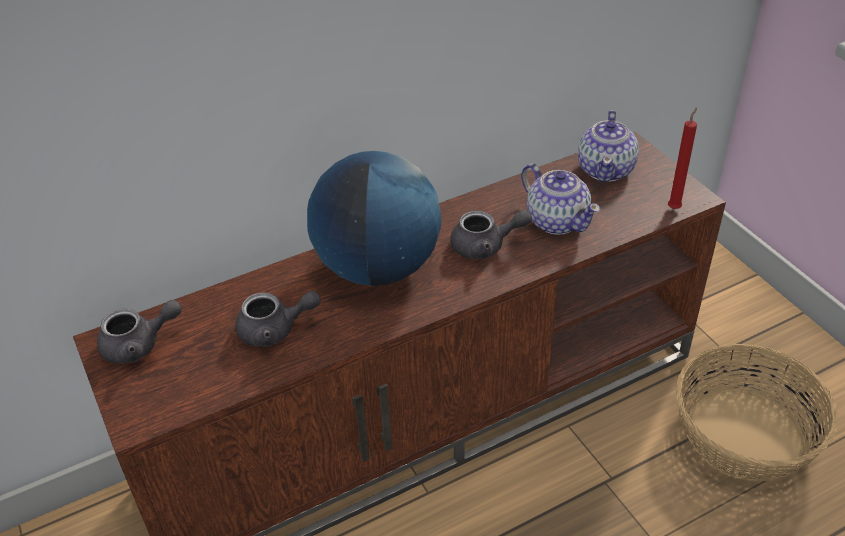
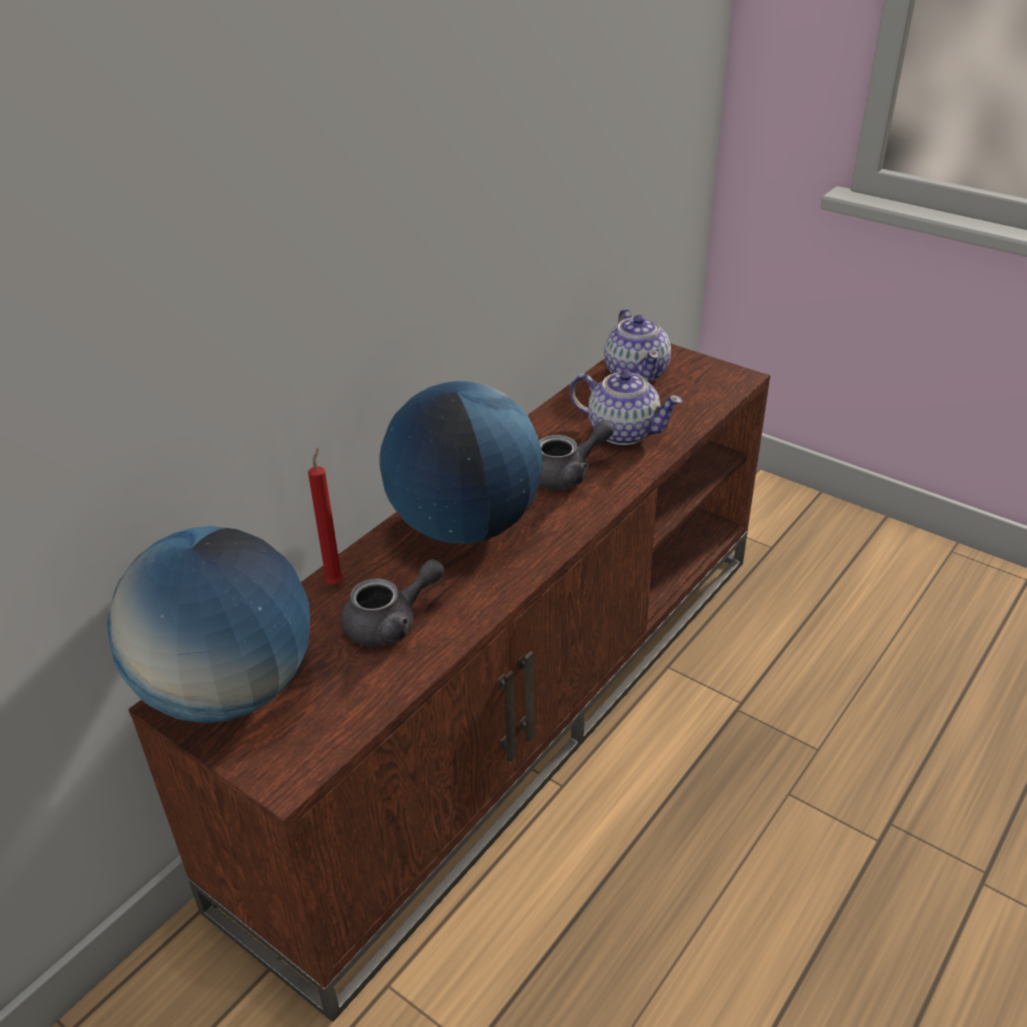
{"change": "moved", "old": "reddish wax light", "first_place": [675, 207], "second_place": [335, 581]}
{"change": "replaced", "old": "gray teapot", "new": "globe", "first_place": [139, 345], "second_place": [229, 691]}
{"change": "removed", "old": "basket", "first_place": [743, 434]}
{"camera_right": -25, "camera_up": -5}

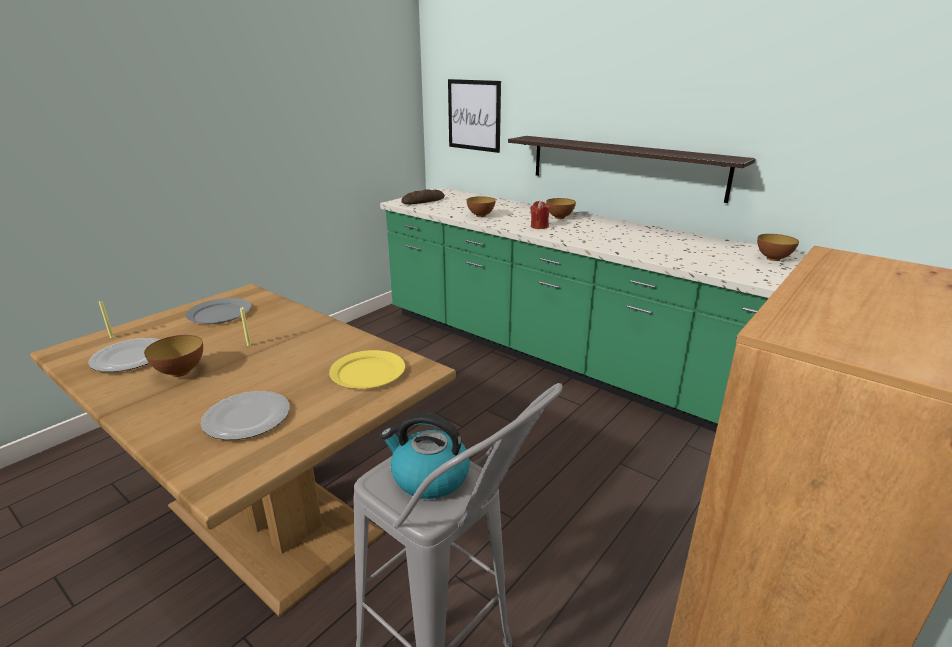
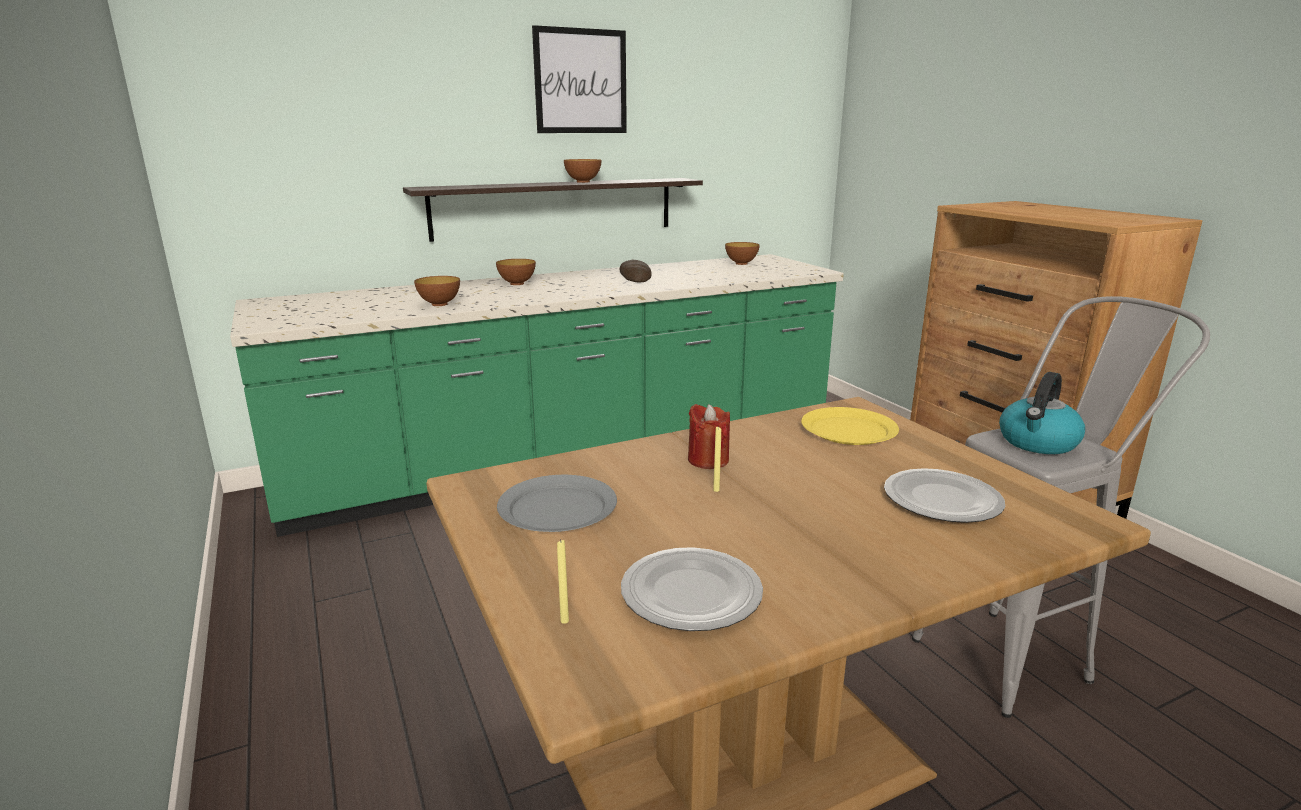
{"change": "moved", "old": "wall art", "first_place": [474, 115], "second_place": [581, 81]}
{"change": "moved", "old": "baked bread", "first_place": [423, 201], "second_place": [635, 276]}
{"change": "moved", "old": "reddish wax light", "first_place": [539, 226], "second_place": [708, 460]}
{"change": "moved", "old": "bowl", "first_place": [180, 372], "second_place": [583, 182]}
{"camera_right": -65, "camera_up": -5}

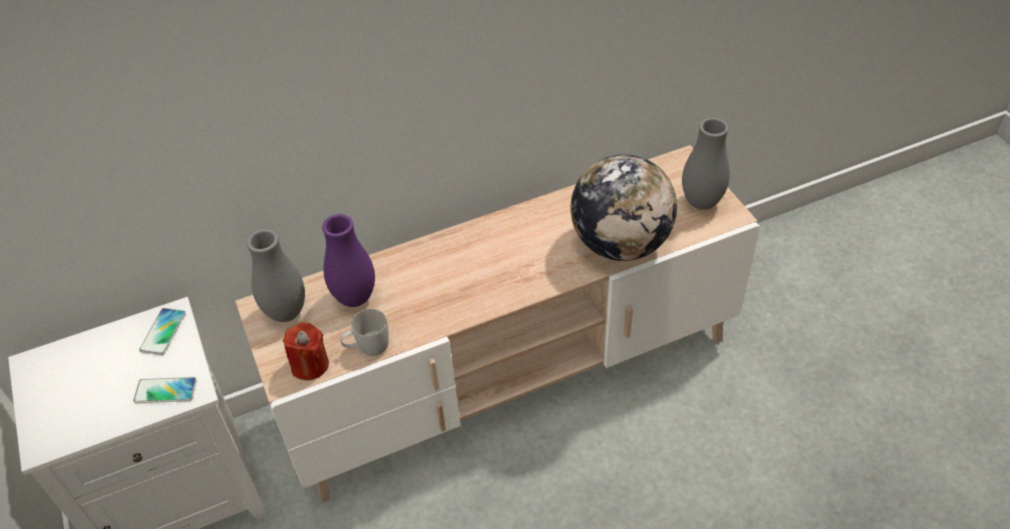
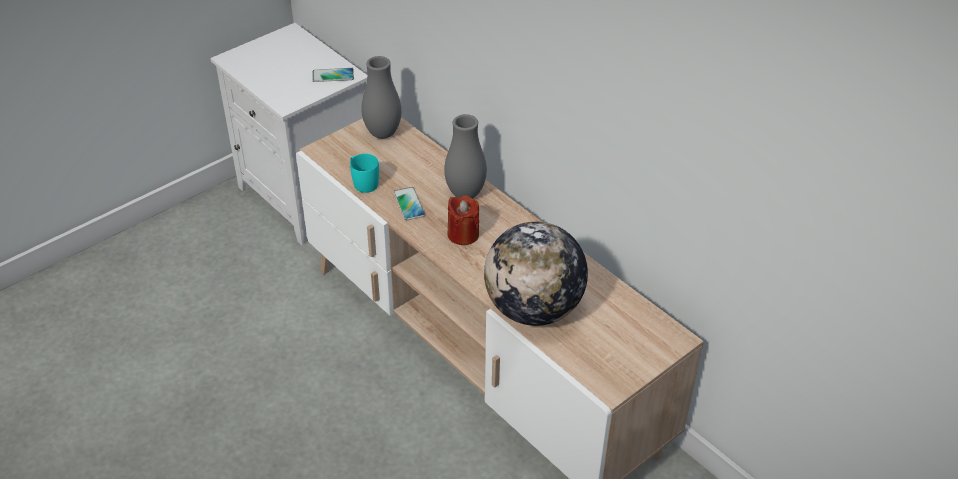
{"change": "moved", "old": "gray flower vase", "first_place": [701, 202], "second_place": [465, 194]}
{"change": "removed", "old": "purplish flower vase", "first_place": [355, 298]}
{"change": "recoloured", "old": "whitish coffee mug", "new": "turquoise-coloured coffee mug", "first_place": [367, 346], "second_place": [363, 182]}
{"change": "moved", "old": "reddish wax light", "first_place": [310, 365], "second_place": [463, 234]}
{"change": "moved", "old": "phone", "first_place": [165, 391], "second_place": [409, 204]}
{"camera_right": 70, "camera_up": -5}

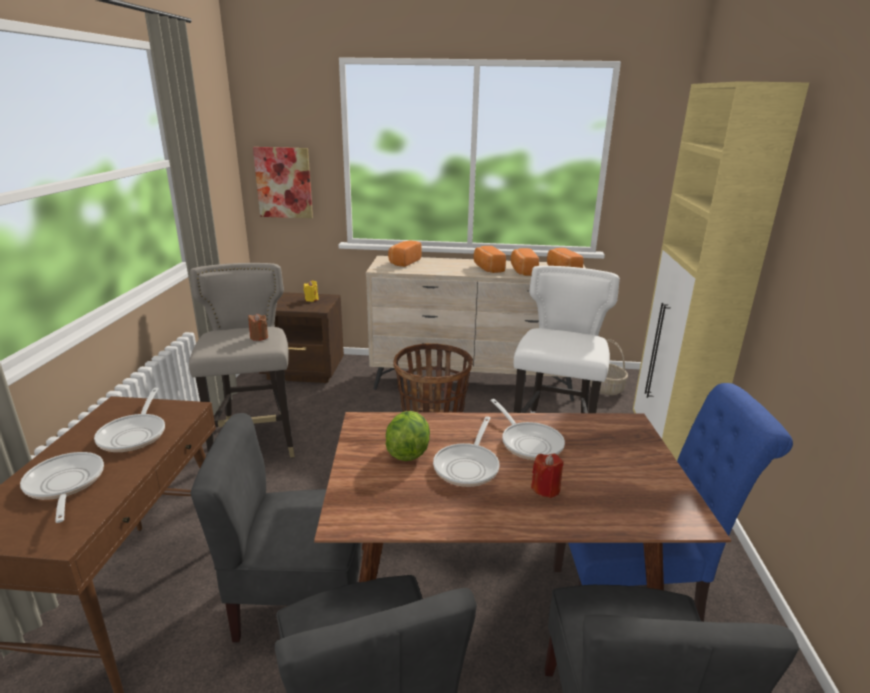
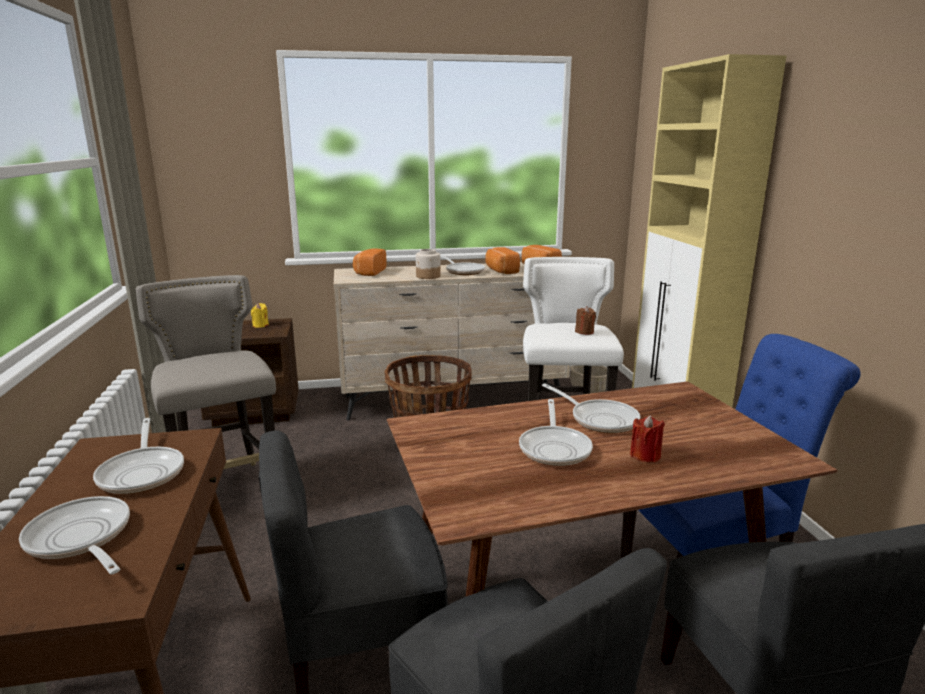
{"change": "removed", "old": "wall art", "first_place": [284, 183]}
{"change": "replaced", "old": "baked bread", "new": "skillet", "first_place": [487, 268], "second_place": [463, 271]}
{"change": "moved", "old": "brownish wax light", "first_place": [259, 337], "second_place": [584, 332]}
{"change": "removed", "old": "lettuce", "first_place": [408, 452]}
{"change": "added", "new": "jar", "second_place": [428, 276]}
{"camera_right": -15, "camera_up": -5}

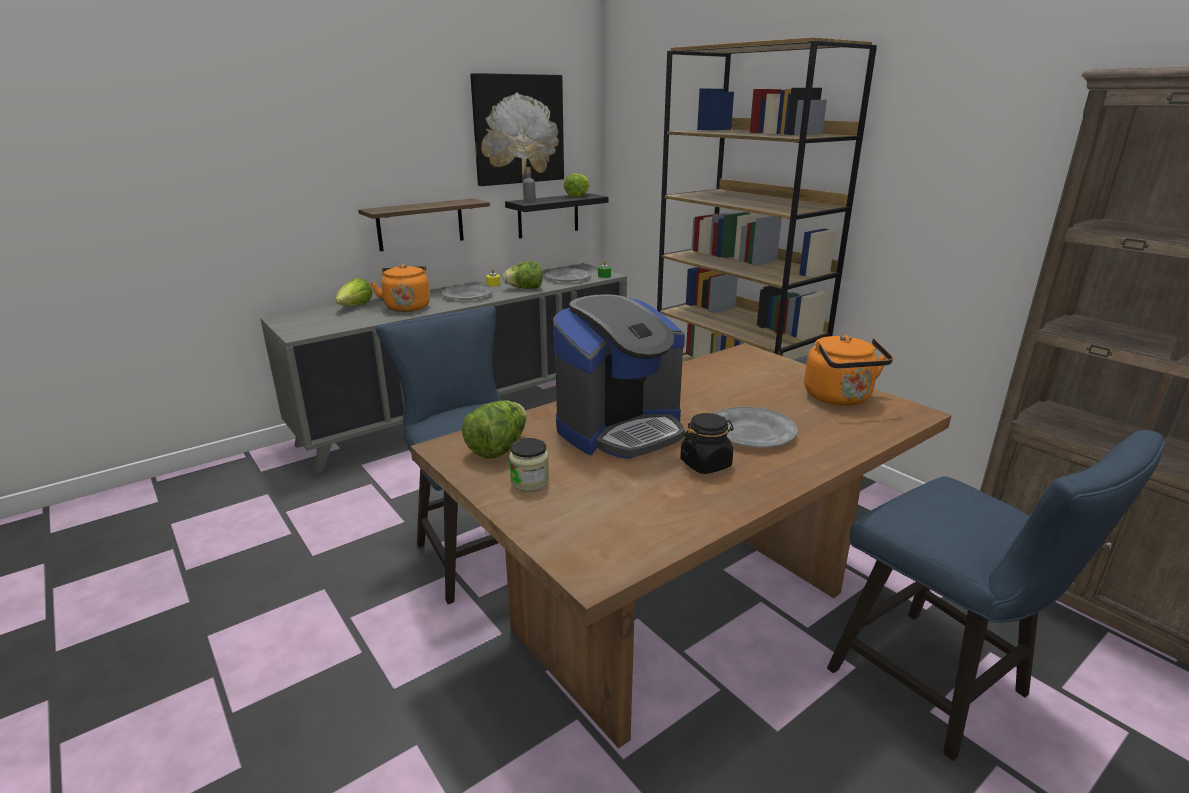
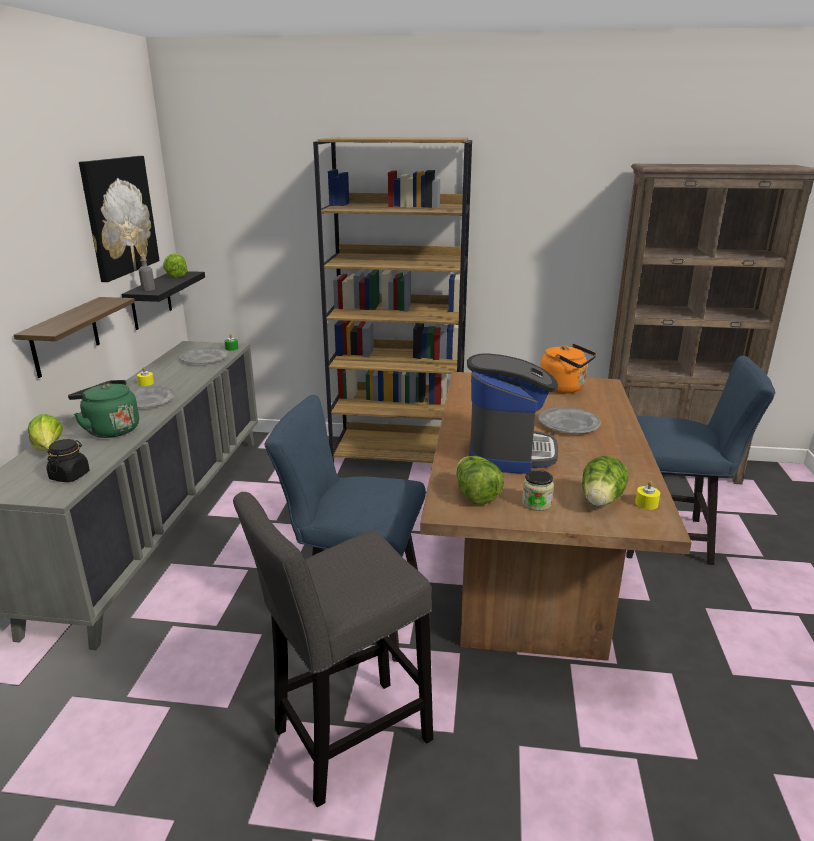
{"change": "moved", "old": "lettuce", "first_place": [524, 289], "second_place": [601, 501]}
{"change": "recoloured", "old": "orangey kettle", "new": "green kettle", "first_place": [407, 307], "second_place": [110, 430]}
{"change": "moved", "old": "black jar", "first_place": [706, 464], "second_place": [70, 476]}
{"change": "added", "new": "yellow-coloured wax light", "second_place": [646, 503]}
{"change": "added", "new": "gray sitting stool", "second_place": [345, 740]}
{"camera_right": -45, "camera_up": 0}

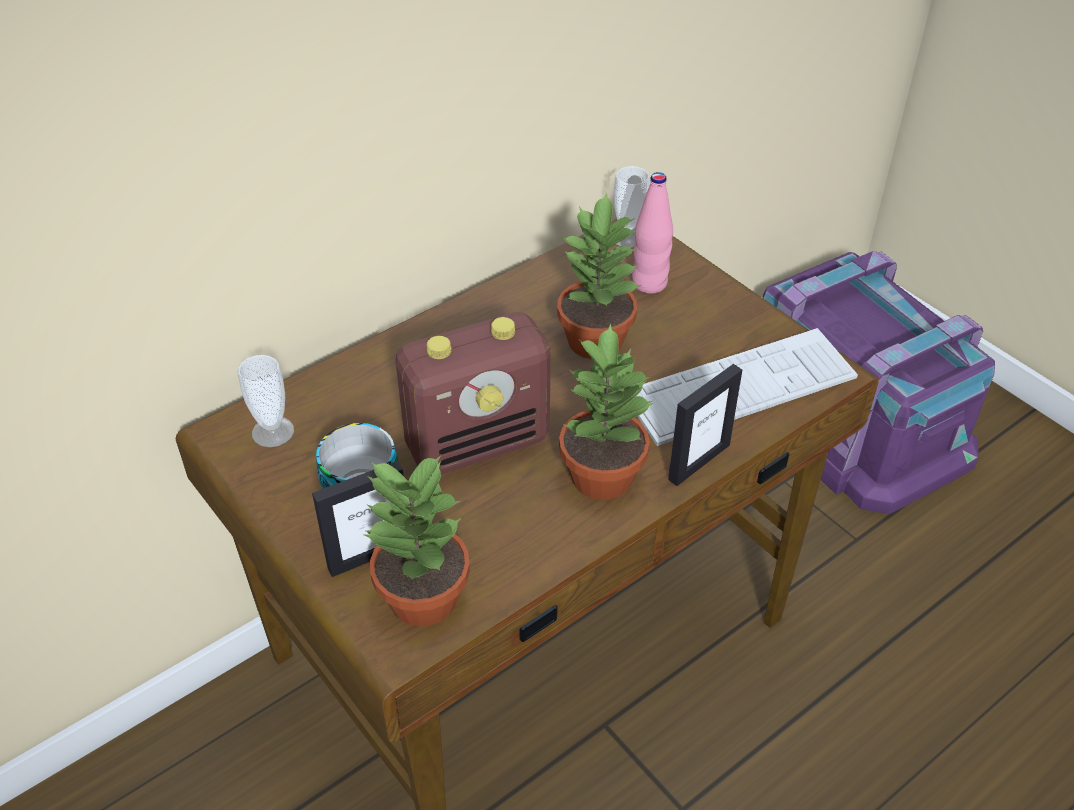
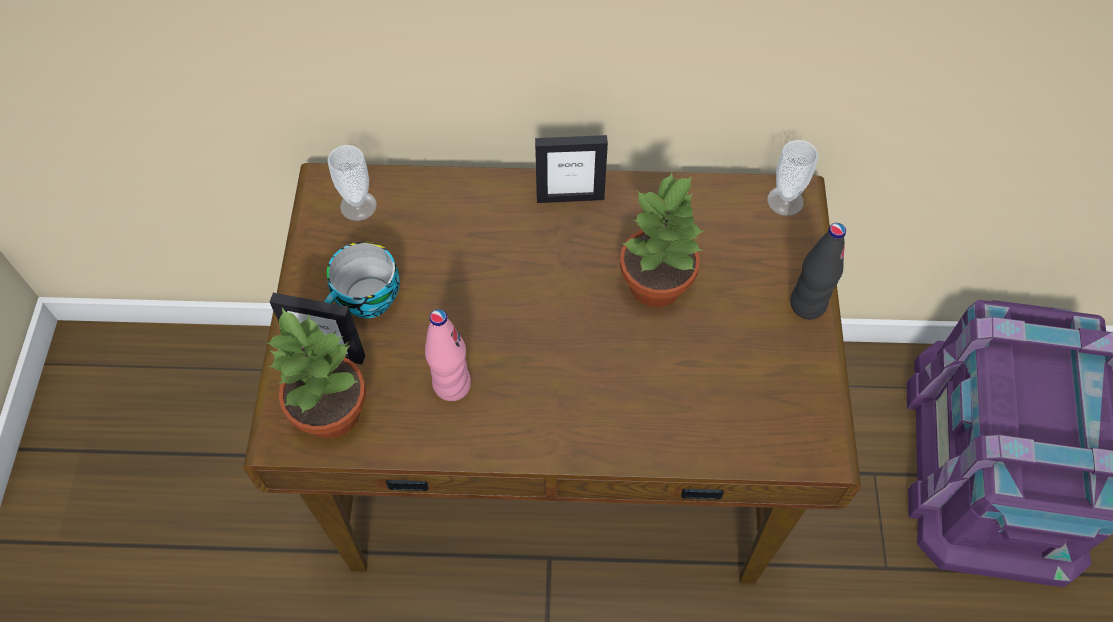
{"change": "moved", "old": "pinkish drink bottle", "first_place": [649, 283], "second_place": [452, 385]}
{"change": "removed", "old": "radio receiver", "first_place": [479, 442]}
{"change": "removed", "old": "houseplant", "first_place": [601, 475]}
{"change": "removed", "old": "PC keyboard", "first_place": [740, 387]}
{"change": "moved", "old": "standing frame", "first_place": [698, 462], "second_place": [570, 197]}
{"change": "added", "new": "black drink bottle", "second_place": [807, 304]}
{"camera_right": 40, "camera_up": 15}

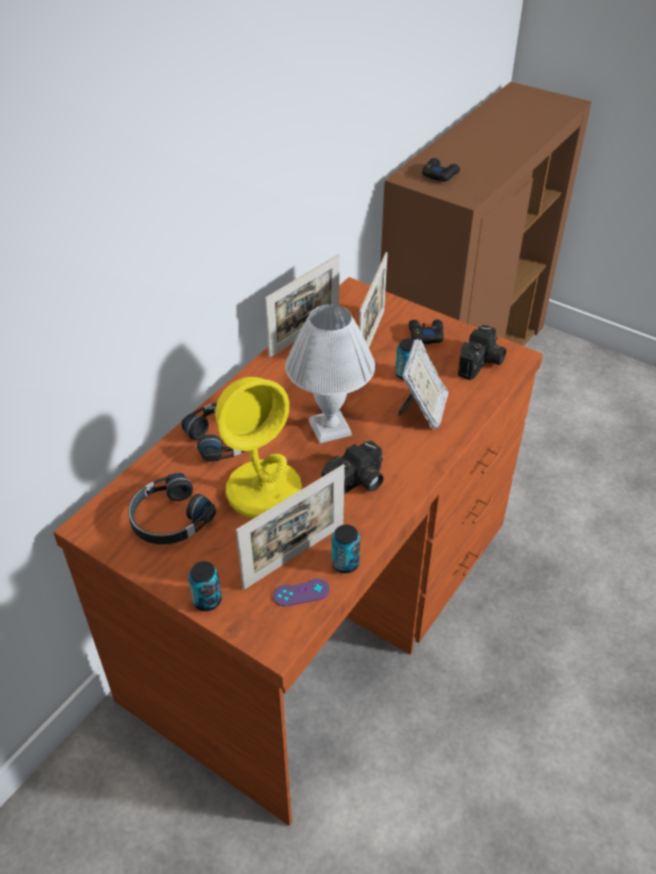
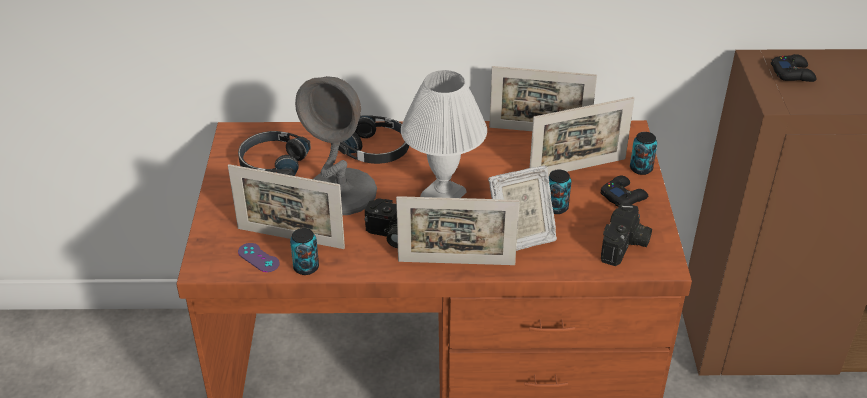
{"change": "turned", "old": "photo camera", "first_place": [481, 364], "second_place": [625, 246], "degrees": -60}
{"change": "recoloured", "old": "yellow-coloured table lamp", "new": "gray table lamp", "first_place": [264, 490], "second_place": [342, 193]}
{"change": "moved", "old": "sealed can", "first_place": [207, 600], "second_place": [641, 168]}
{"change": "added", "new": "standing frame", "second_place": [456, 263]}
{"camera_right": 55, "camera_up": -5}

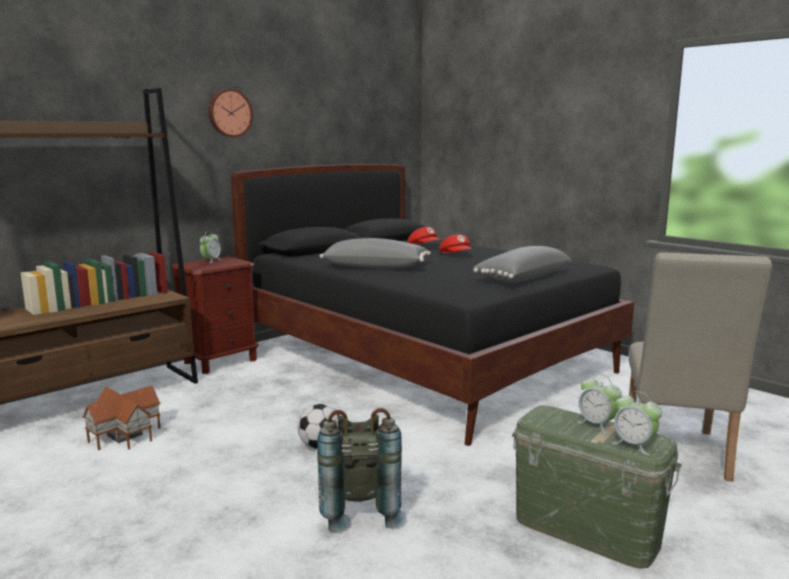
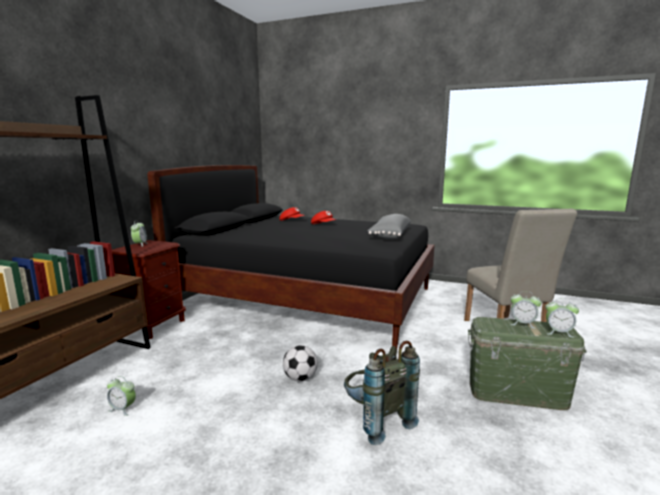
{"change": "removed", "old": "hanging clock", "first_place": [229, 113]}
{"change": "removed", "old": "gray pillow", "first_place": [376, 267]}
{"change": "replaced", "old": "toy house", "new": "alarm clock", "first_place": [126, 435], "second_place": [123, 409]}
{"camera_right": -25, "camera_up": 0}

